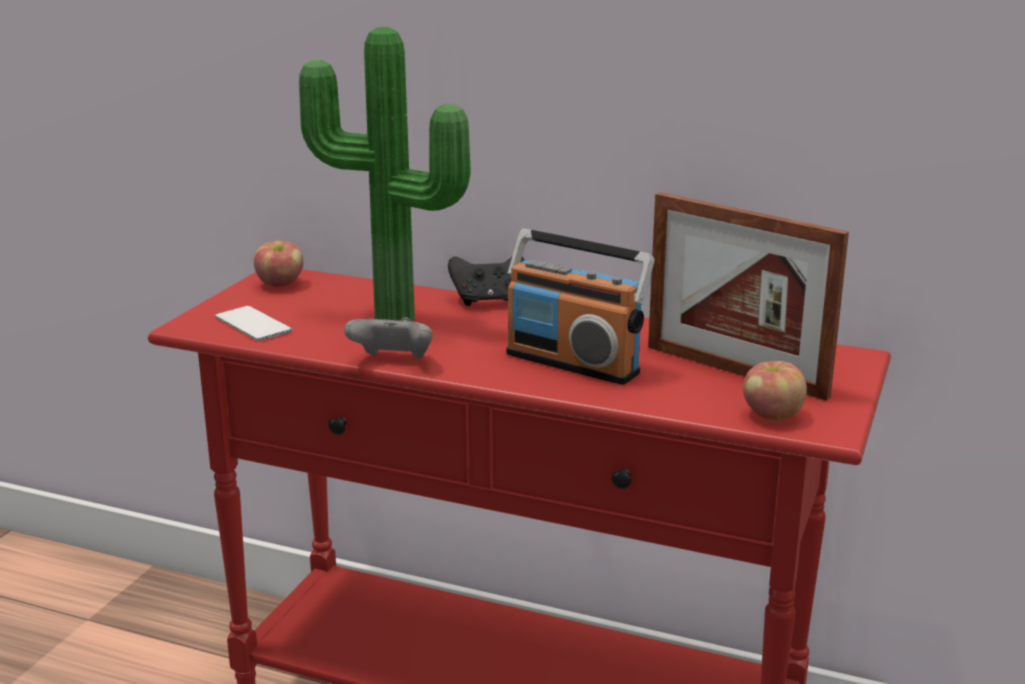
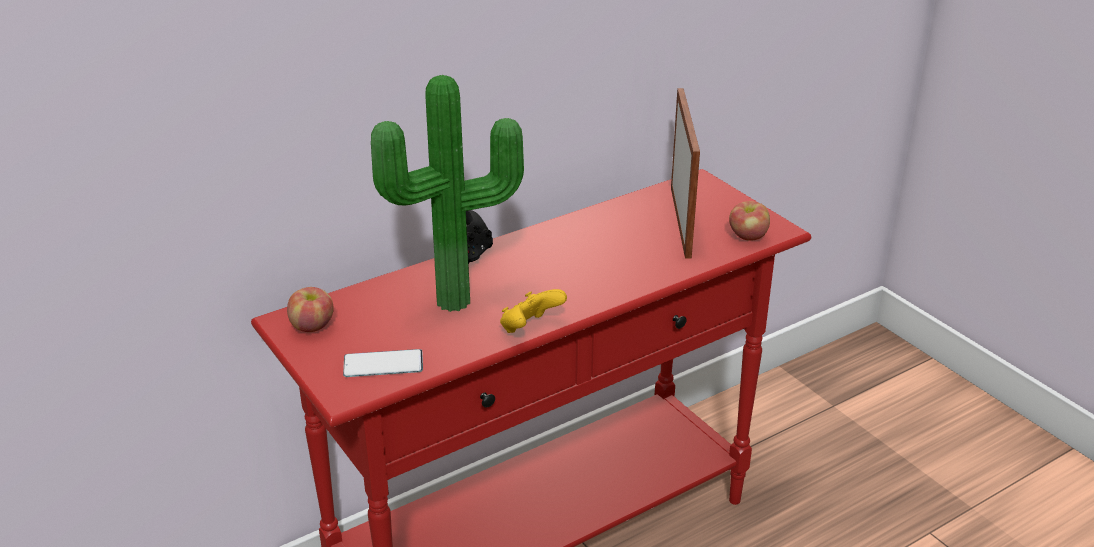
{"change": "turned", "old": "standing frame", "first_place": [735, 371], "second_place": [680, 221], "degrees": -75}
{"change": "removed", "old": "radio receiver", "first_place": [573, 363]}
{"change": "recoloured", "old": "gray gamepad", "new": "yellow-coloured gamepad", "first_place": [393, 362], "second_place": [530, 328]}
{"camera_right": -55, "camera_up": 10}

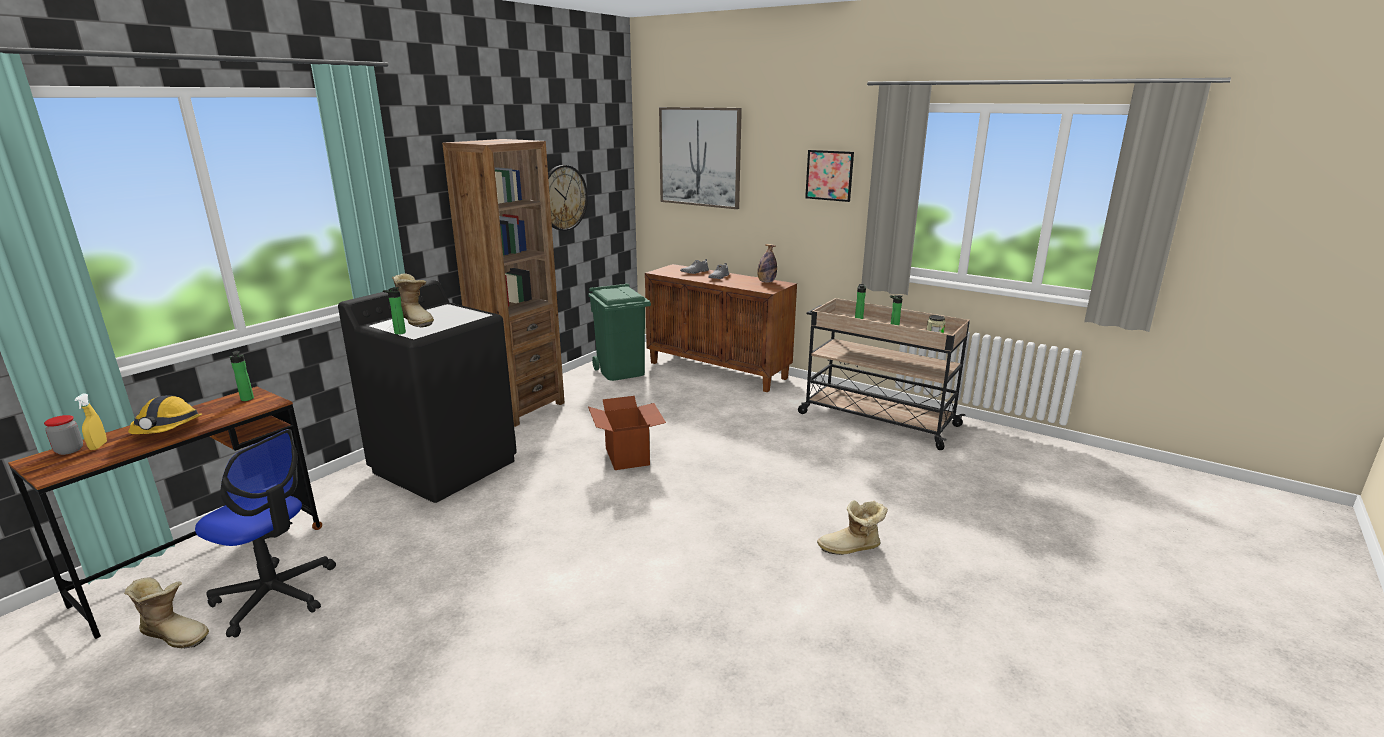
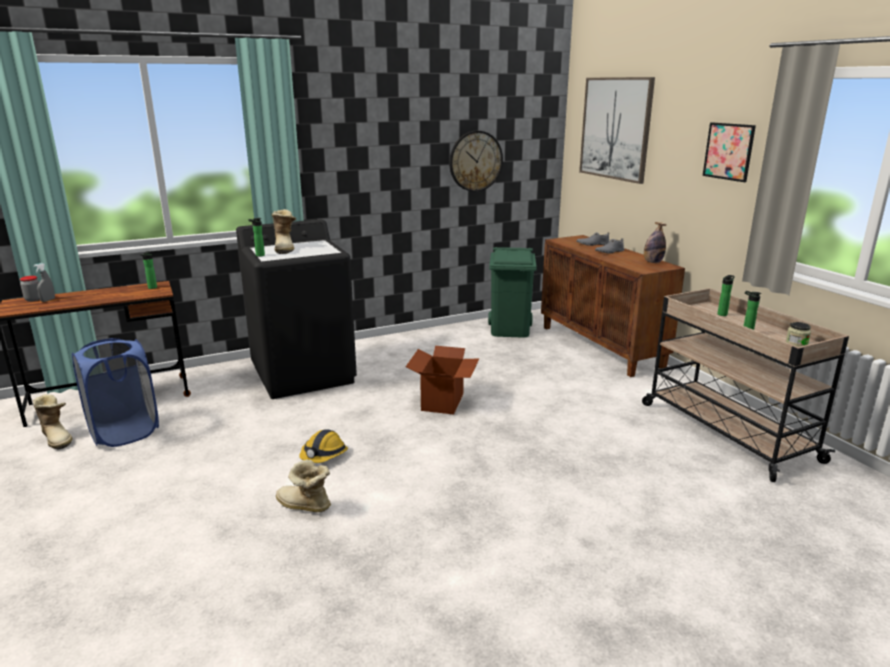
{"change": "removed", "old": "brownish bookshelf", "first_place": [520, 407]}
{"change": "recoloured", "old": "yellow-coloured hand sprayer", "new": "gray hand sprayer", "first_place": [98, 446], "second_place": [48, 300]}
{"change": "moved", "old": "work helmet", "first_place": [167, 428], "second_place": [324, 455]}
{"change": "replaced", "old": "computer chair", "new": "bluish laundry basket", "first_place": [275, 596], "second_place": [124, 432]}
{"change": "moved", "old": "high-top boot", "first_place": [851, 548], "second_place": [304, 506]}
{"camera_right": 30, "camera_up": 0}

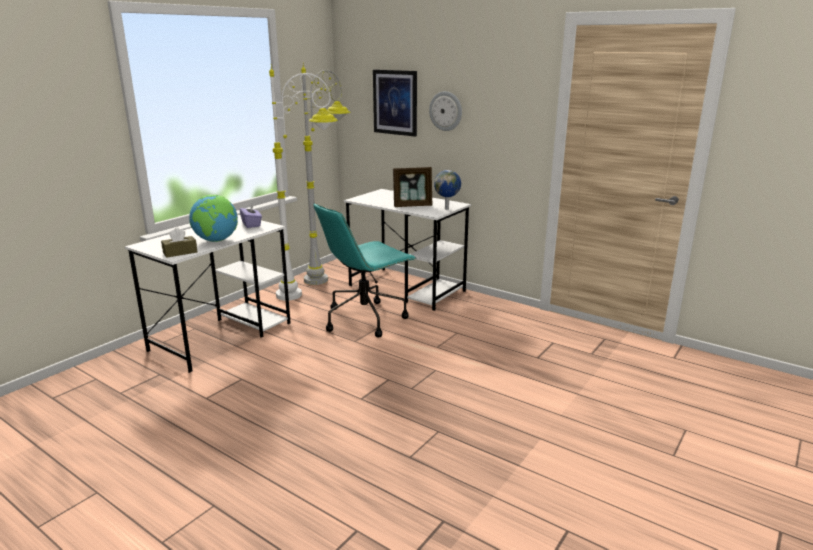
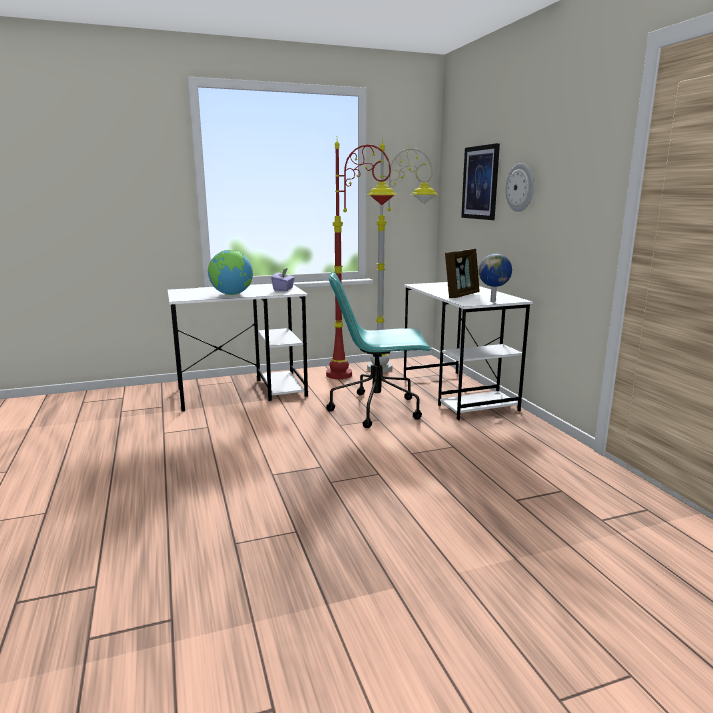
{"change": "recoloured", "old": "whitish standard lamp", "new": "reddish standard lamp", "first_place": [311, 293], "second_place": [359, 378]}
{"change": "turned", "old": "standing frame", "first_place": [412, 205], "second_place": [461, 295], "degrees": -75}
{"change": "removed", "old": "brownish tissue holder", "first_place": [180, 252]}
{"camera_right": 35, "camera_up": -5}

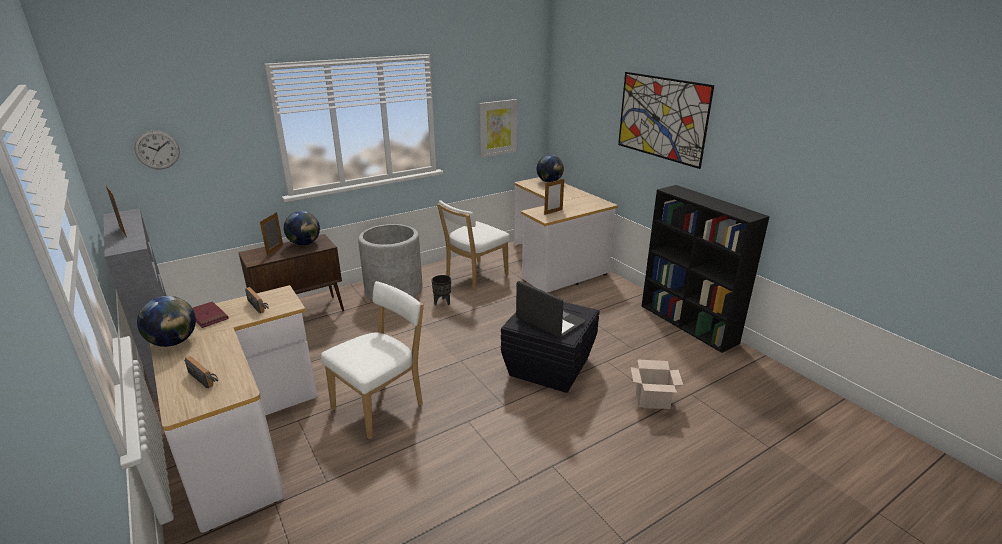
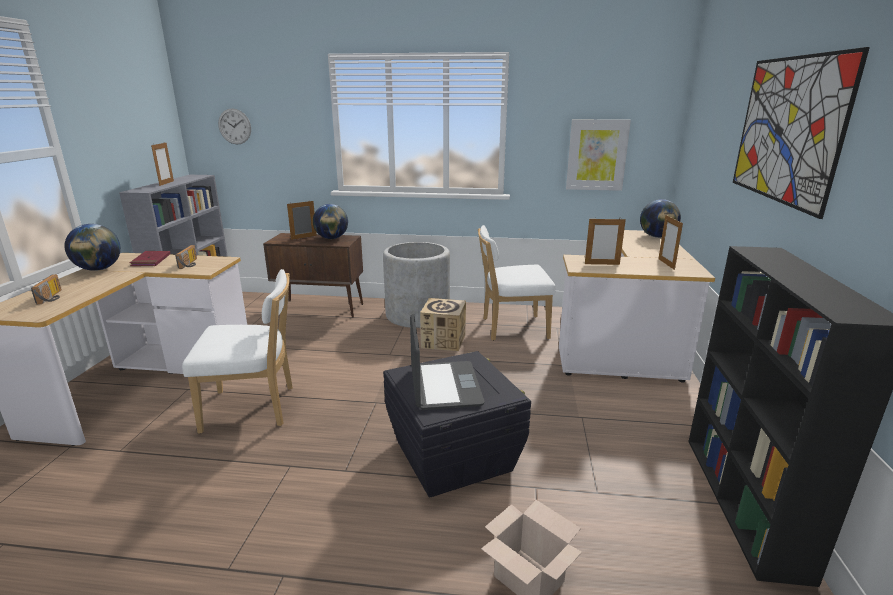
{"change": "replaced", "old": "black plant pot", "new": "packing box", "first_place": [442, 302], "second_place": [443, 341]}
{"change": "added", "new": "standing frame", "second_place": [666, 264]}
{"camera_right": 40, "camera_up": -5}

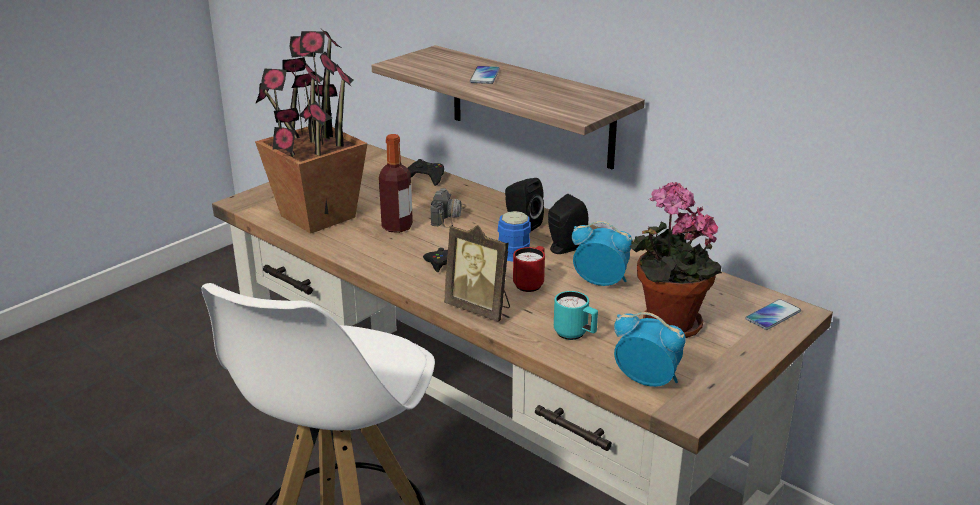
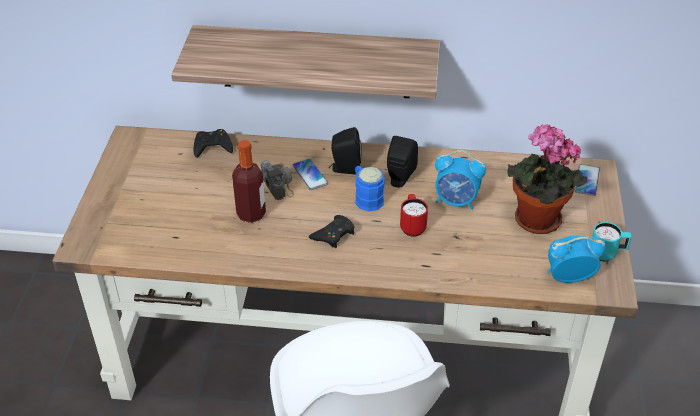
{"change": "removed", "old": "houseplant", "first_place": [317, 216]}
{"change": "moved", "old": "phone", "first_place": [485, 76], "second_place": [310, 175]}
{"change": "turned", "old": "alarm clock", "first_place": [600, 282], "second_place": [456, 201], "degrees": -150}
{"change": "removed", "old": "standing frame", "first_place": [480, 308]}
{"change": "moved", "old": "turquoise-coloured coffee mug", "first_place": [575, 335], "second_place": [607, 254]}
{"camera_right": -35, "camera_up": 15}

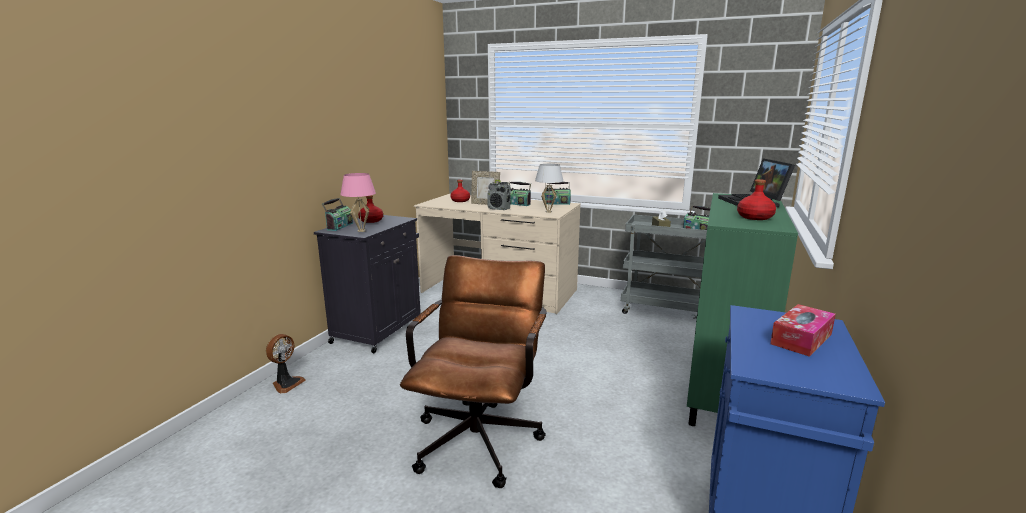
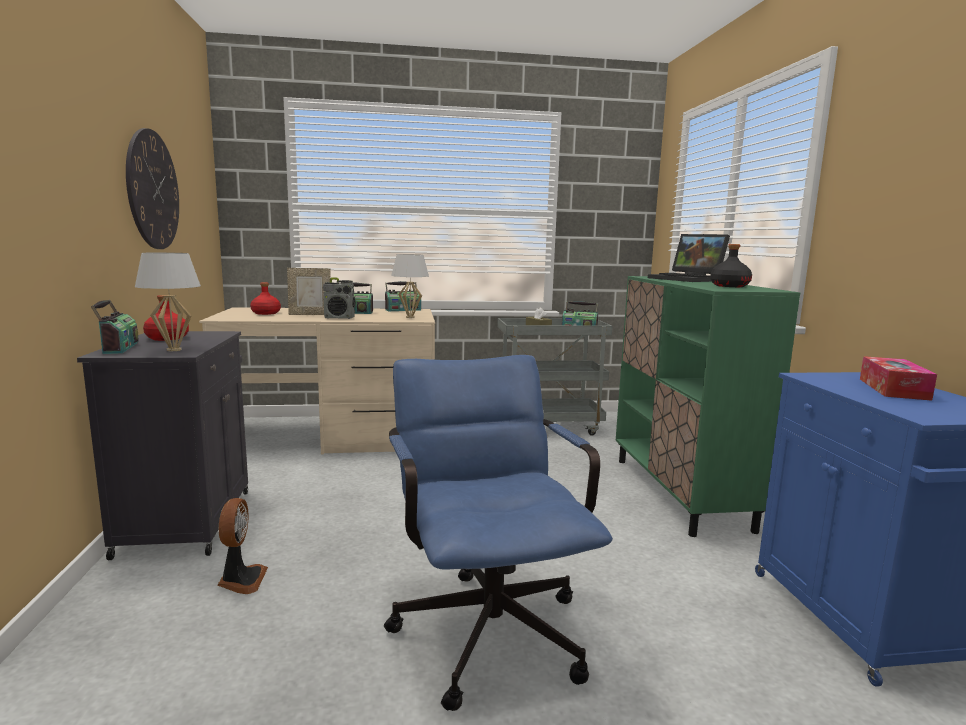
{"change": "recoloured", "old": "pinkish table lamp", "new": "whitish table lamp", "first_place": [361, 231], "second_place": [173, 350]}
{"change": "recoloured", "old": "reddish drink bottle", "new": "black drink bottle", "first_place": [754, 217], "second_place": [729, 286]}
{"change": "recoloured", "old": "brownish computer chair", "new": "bluish computer chair", "first_place": [480, 435], "second_place": [486, 622]}
{"change": "moved", "old": "electric fan", "first_place": [286, 384], "second_place": [241, 580]}
{"change": "added", "new": "hanging clock", "second_place": [153, 190]}
{"camera_right": -30, "camera_up": -5}

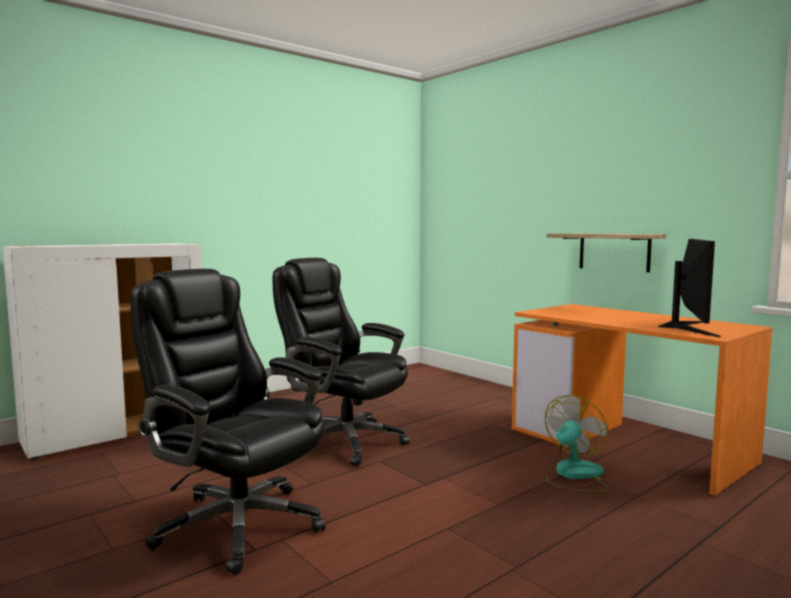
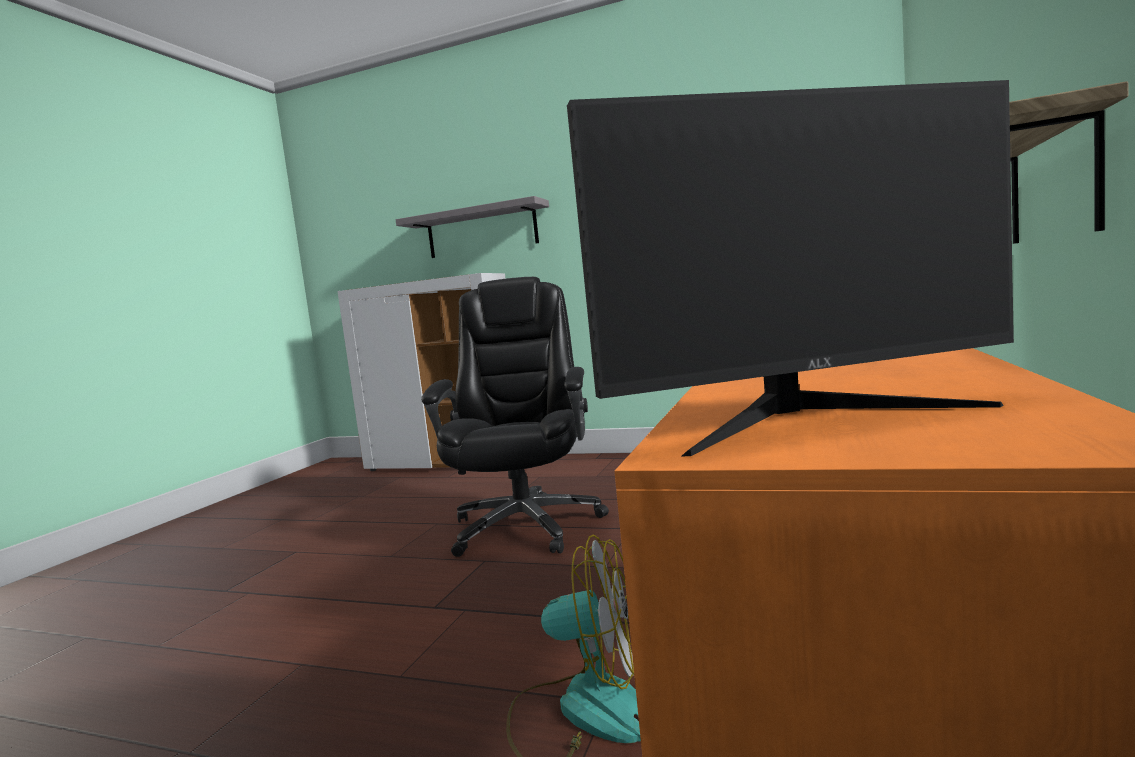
{"change": "removed", "old": "black computer chair", "first_place": [236, 524]}
{"change": "added", "new": "gray wall shelf", "second_place": [481, 231]}
{"camera_right": 60, "camera_up": 0}

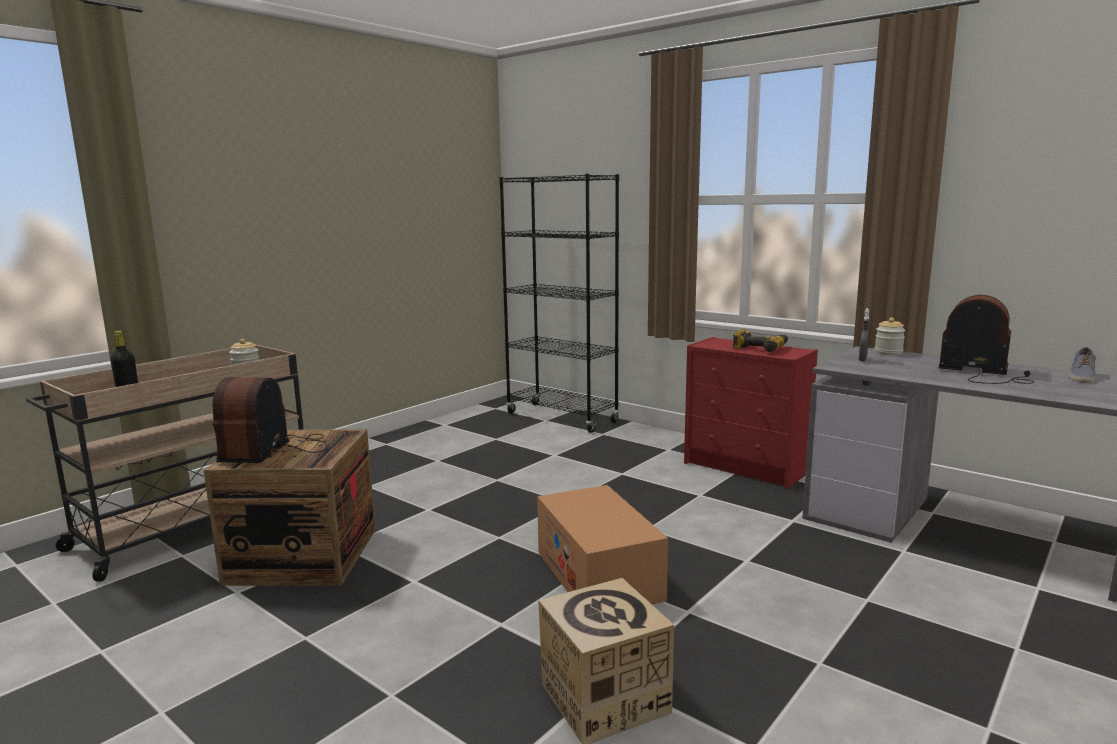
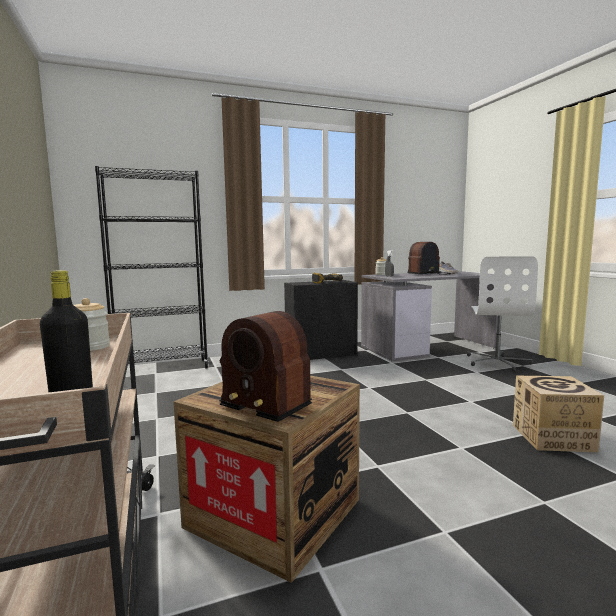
{"change": "recoloured", "old": "reddish drawer chest", "new": "black drawer chest", "first_place": [746, 468], "second_place": [322, 355]}
{"change": "removed", "old": "packing box", "first_place": [598, 575]}
{"change": "added", "new": "whitish computer chair", "second_place": [497, 362]}
{"camera_right": -60, "camera_up": -5}

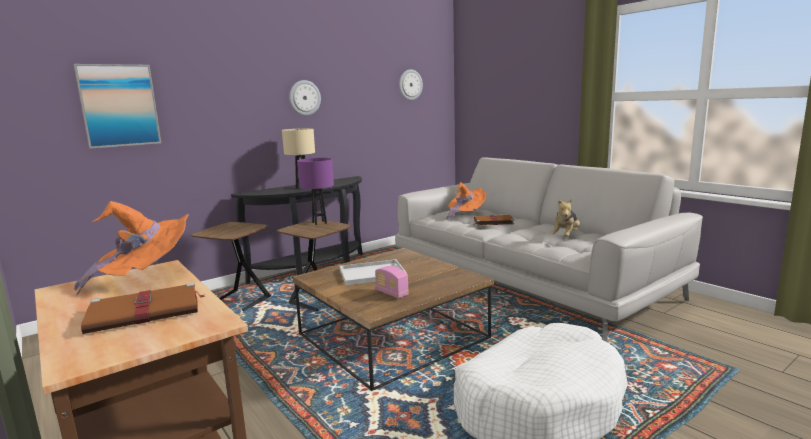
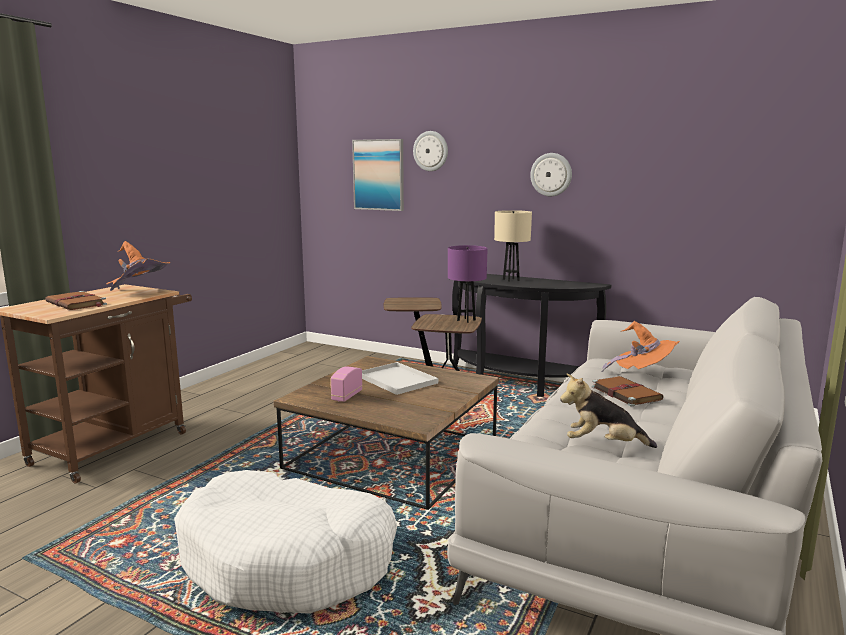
{"change": "moved", "old": "hanging clock", "first_place": [410, 85], "second_place": [431, 151]}
{"camera_right": 65, "camera_up": 0}

